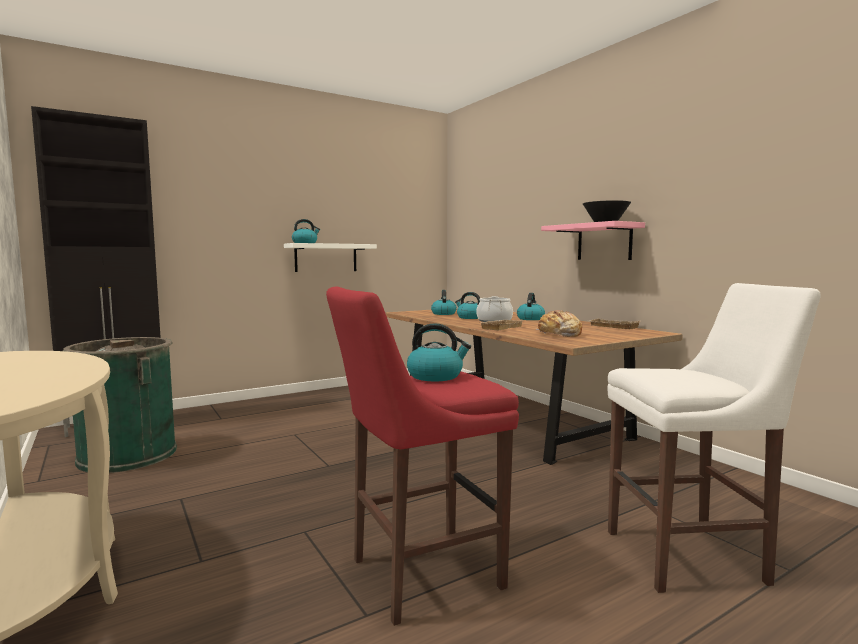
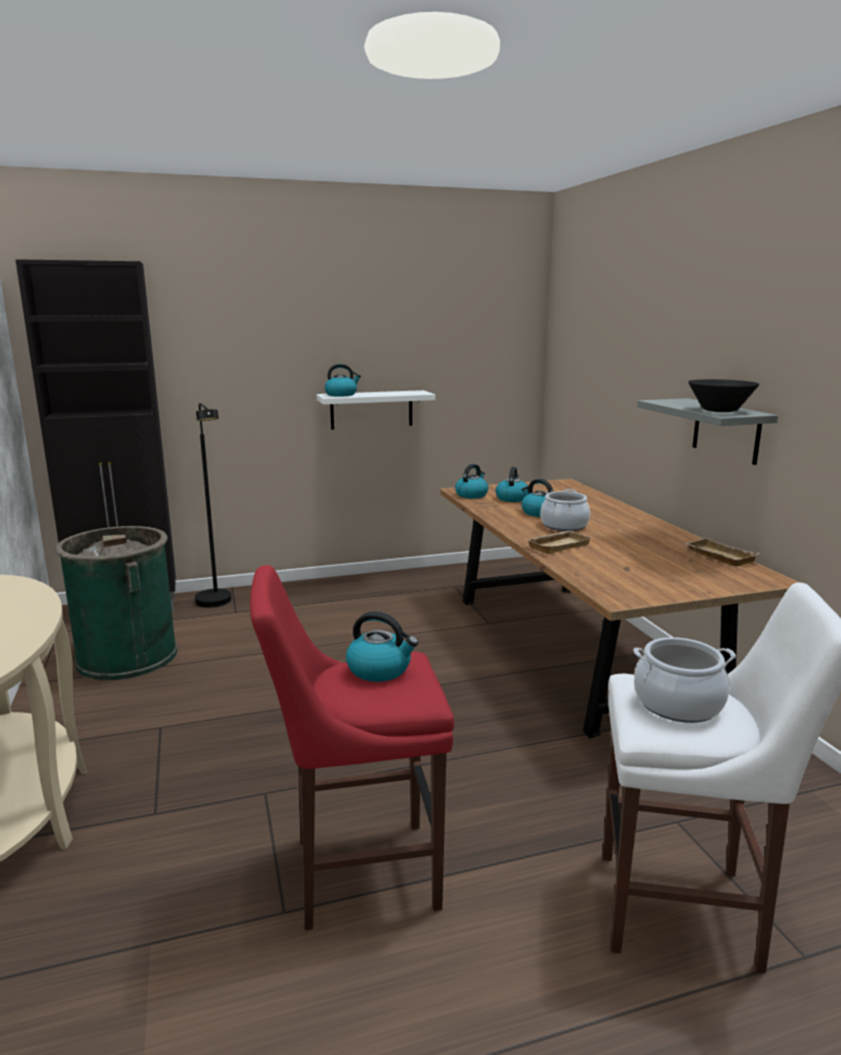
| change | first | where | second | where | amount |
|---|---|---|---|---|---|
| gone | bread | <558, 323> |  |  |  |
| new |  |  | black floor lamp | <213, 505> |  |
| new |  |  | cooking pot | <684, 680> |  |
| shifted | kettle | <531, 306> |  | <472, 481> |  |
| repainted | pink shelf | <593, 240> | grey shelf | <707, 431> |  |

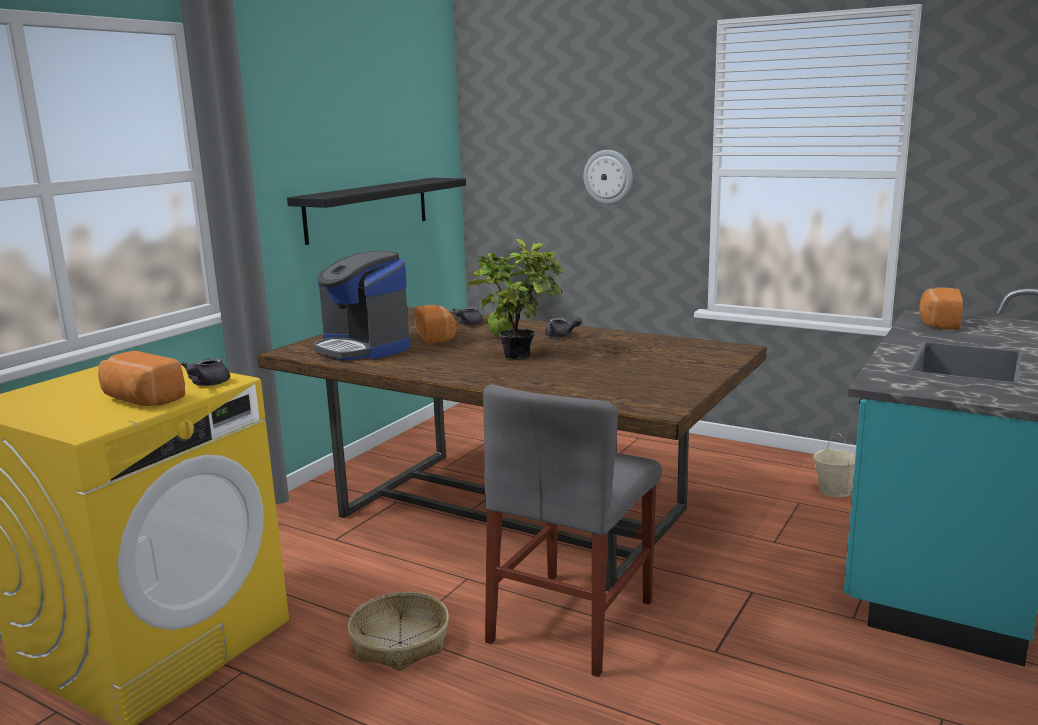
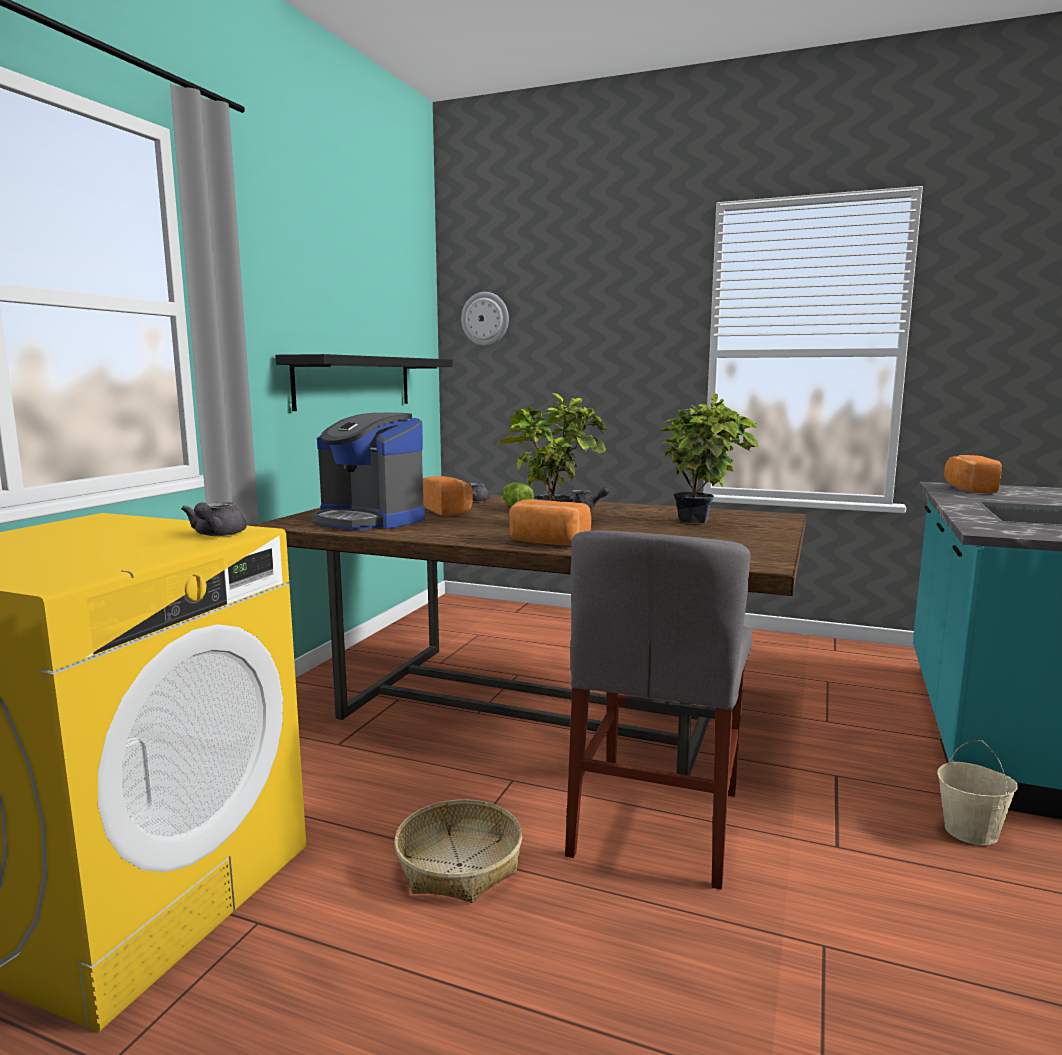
| change | first | where | second | where | amount |
|---|---|---|---|---|---|
| new |  |  | potted plant | <710, 458> |  |
| shifted | bread | <141, 378> |  | <550, 522> |  |
| shifted | wall clock | <608, 177> |  | <485, 319> |  |
| shifted | beige bucket | <834, 465> |  | <977, 792> |  |

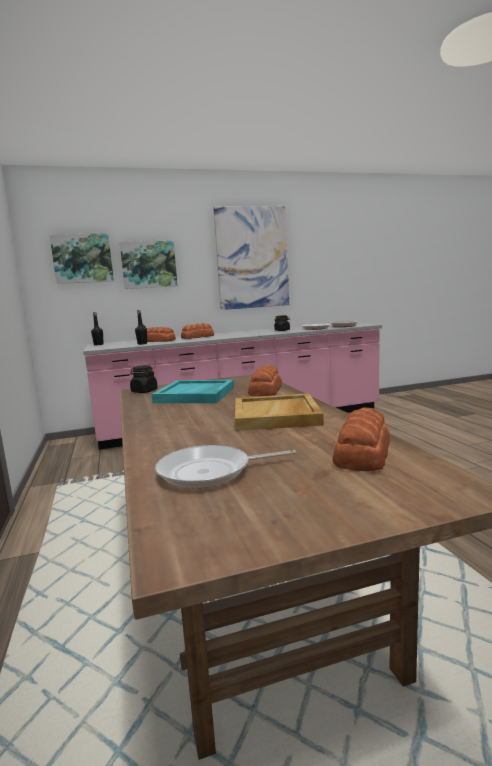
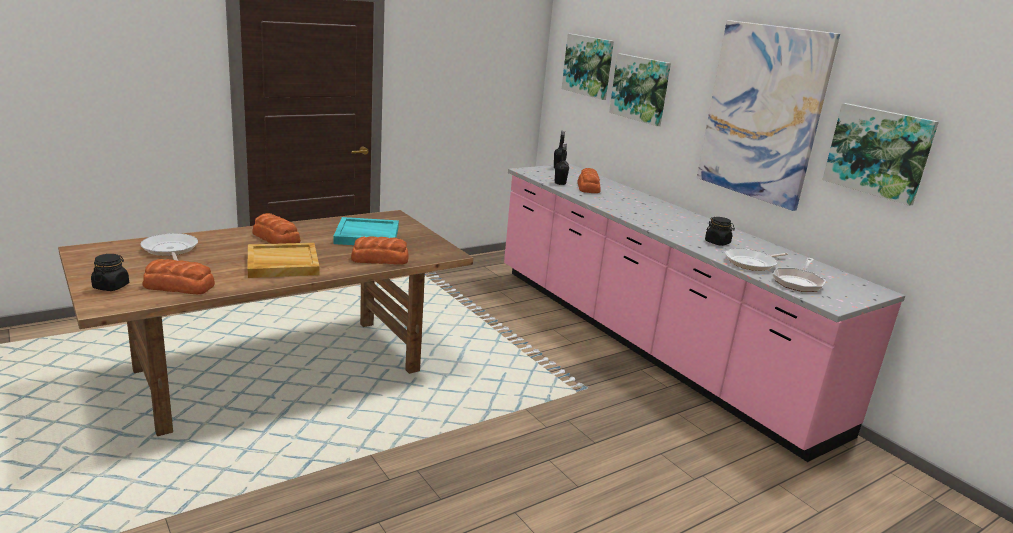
| change | first | where | second | where | amount |
|---|---|---|---|---|---|
| new |  |  | picture | <880, 154> |  |
| shifted | black jar | <144, 379> |  | <110, 272> |  |
| shifted | bread | <197, 331> |  | <276, 228> |  |

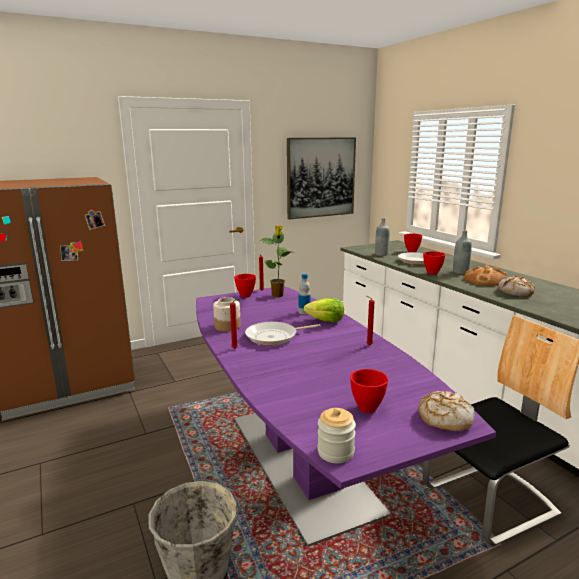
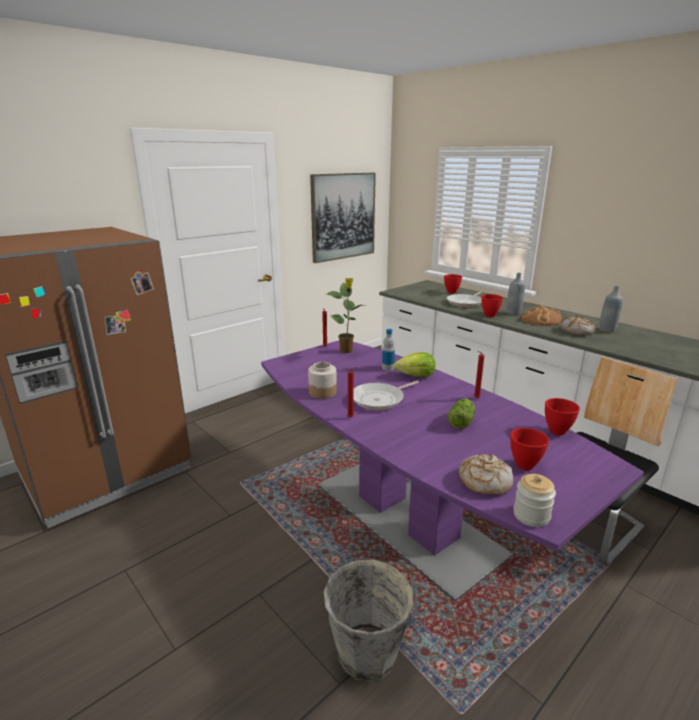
| change | first | where | second | where | amount |
|---|---|---|---|---|---|
| new |  |  | lettuce | <461, 414> |  |
| shifted | red bowl | <245, 285> |  | <562, 416> |  |
| shifted | grey bottle | <382, 237> |  | <611, 309> |  |
| shifted | bread | <446, 411> |  | <486, 474> |  |

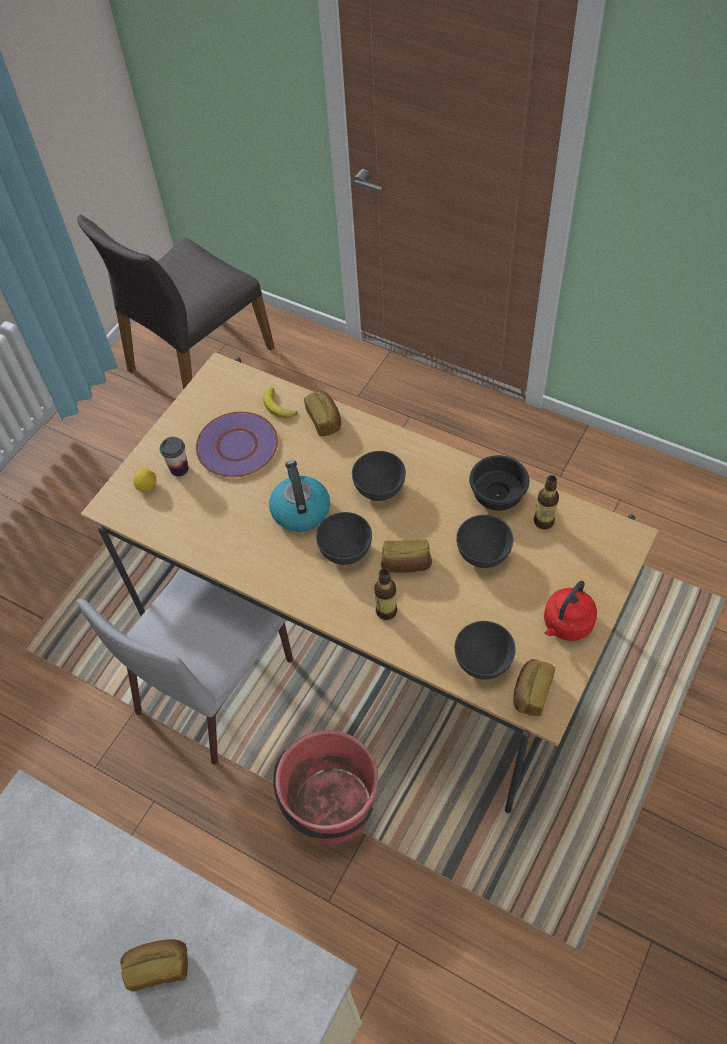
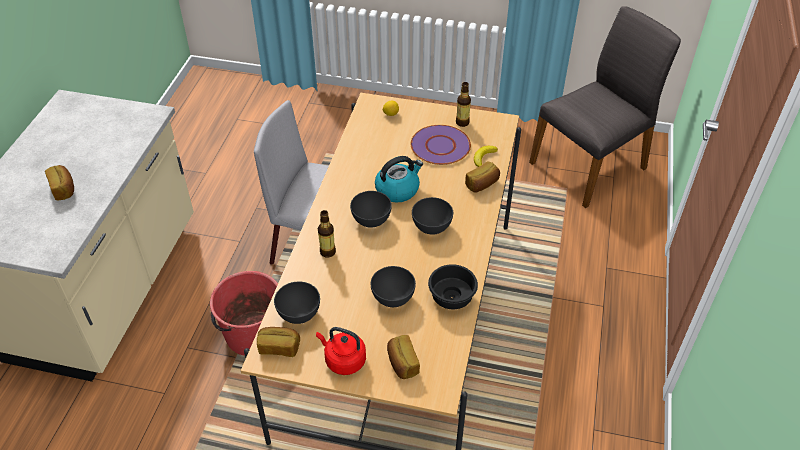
| change | first | where | second | where | amount |
|---|---|---|---|---|---|
| gone | cup | <174, 456> |  |  |  |
| shifted | bread | <406, 556> |  | <403, 357> |  |
| shifted | bottle | <546, 502> |  | <463, 104> |  |
| rotated | grey chair | <176, 302> |  | <605, 107> | 120 degrees clockwise |

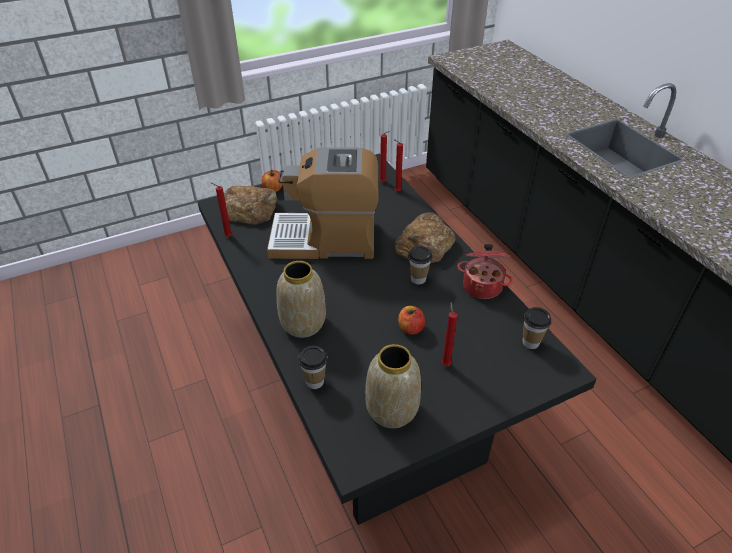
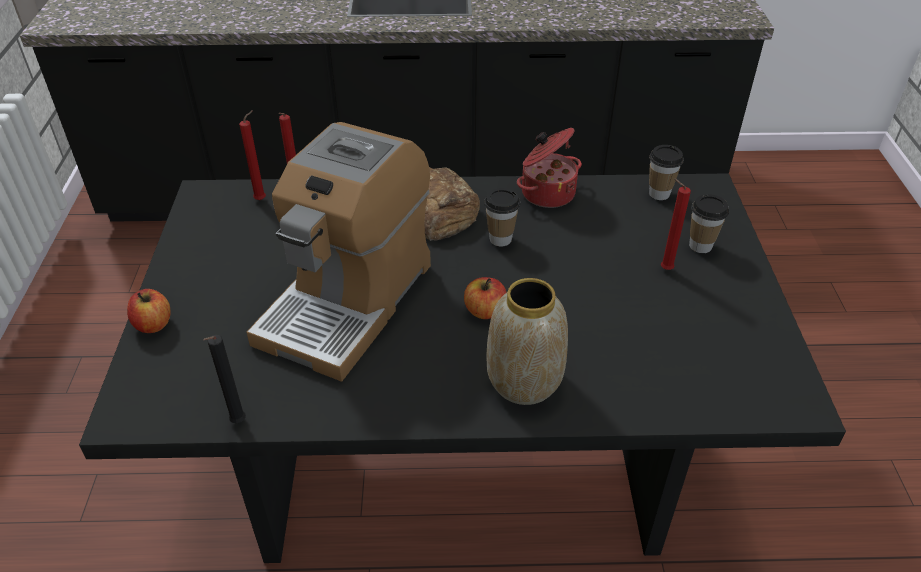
| change | first | where | second | where | amount |
|---|---|---|---|---|---|
| gone | bread | <250, 205> |  |  |  |
| gone | vase | <393, 386> |  |  |  |
| shifted | cup | <313, 367> |  | <709, 223> |  |
| shifted | apple | <411, 320> |  | <485, 298> |  |
| repainted | red candle | <222, 210> | black candle | <224, 379> |  |

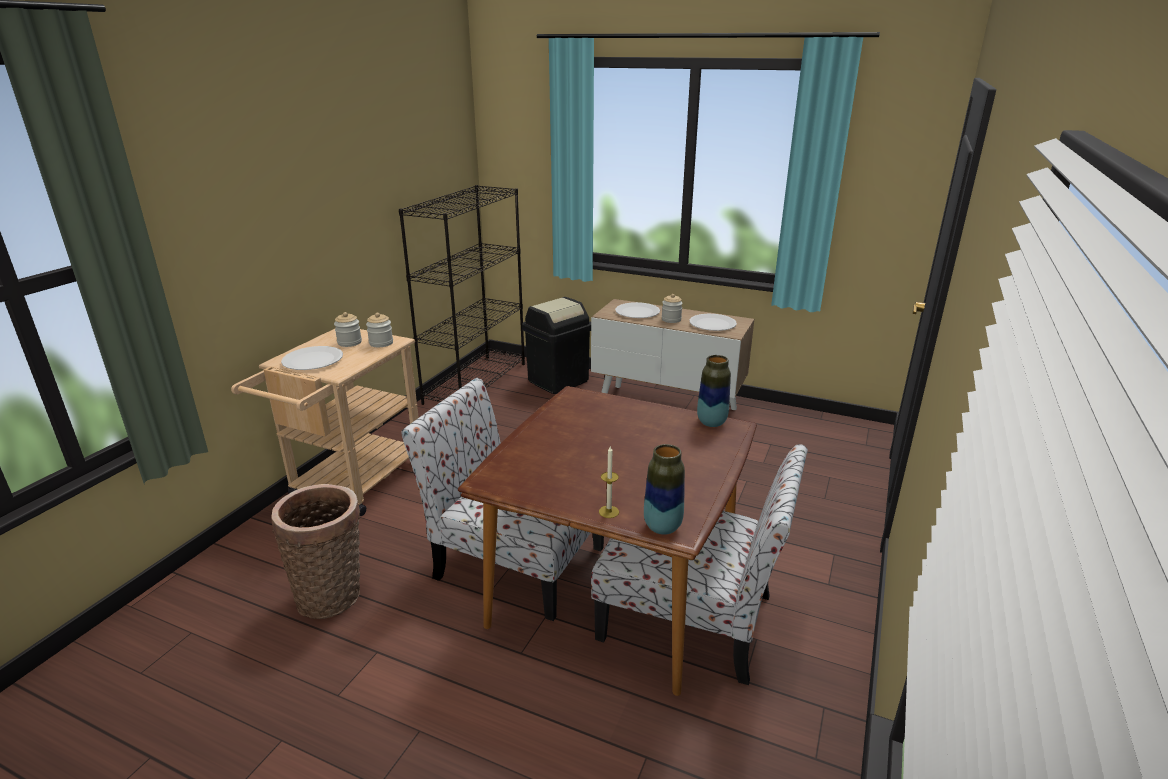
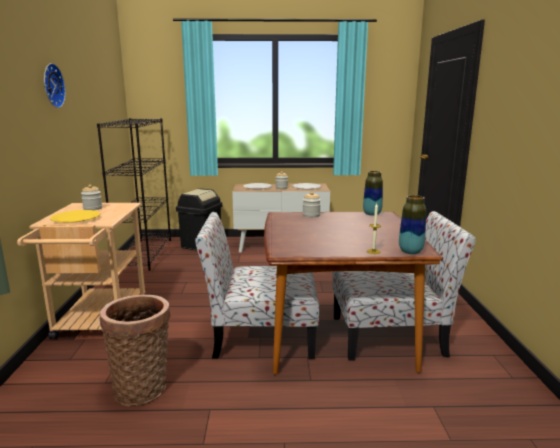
| change | first | where | second | where | amount |
|---|---|---|---|---|---|
| new |  |  | wall clock | <55, 85> |  |
| shifted | jar | <379, 330> |  | <312, 204> |  |
| repainted | white plate | <312, 358> | yellow plate | <75, 216> |  |

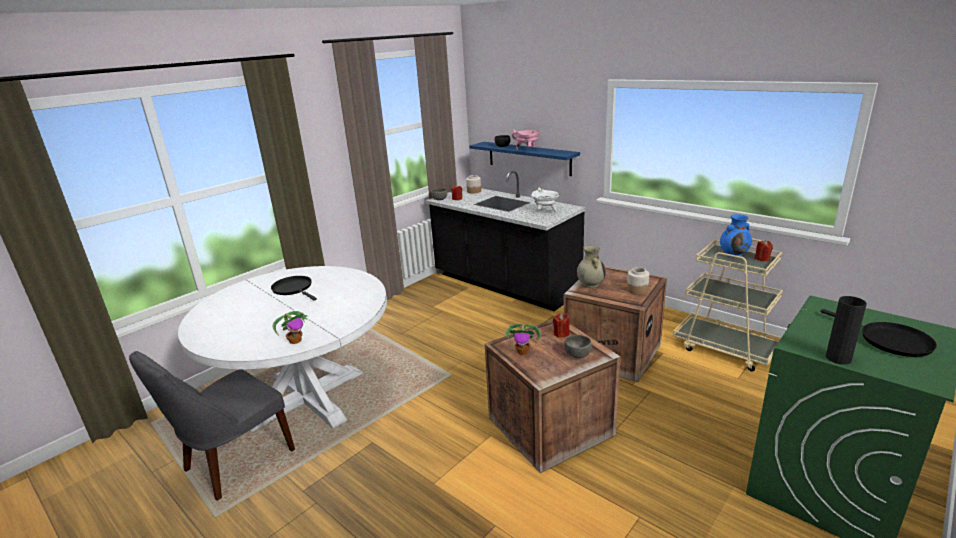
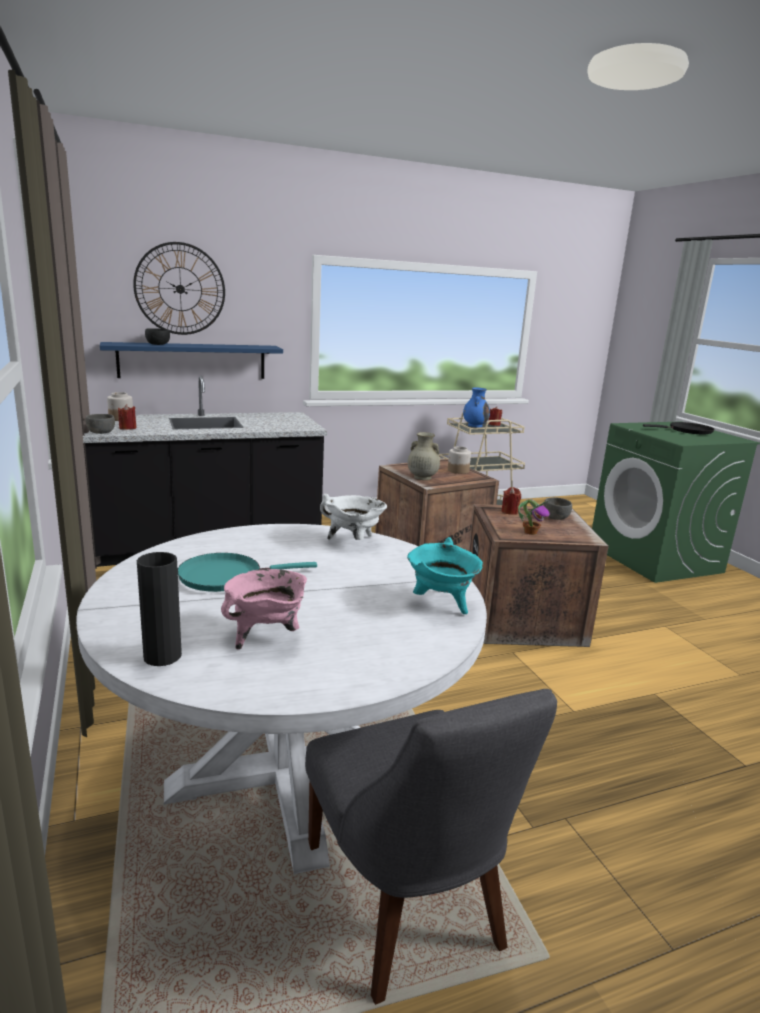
| change | first | where | second | where | amount |
|---|---|---|---|---|---|
| new |  |  | wall clock | <179, 288> |  |
| shifted | pink cooking pot | <526, 139> |  | <264, 609> |  |
| shifted | white cooking pot | <545, 199> |  | <353, 517> |  |
| shifted | black vase | <846, 330> |  | <159, 609> |  |
| swapped | potted plant | <290, 327> | turquoise cooking pot | <445, 575> |  |
| repainted | black frying pan | <294, 288> | turquoise frying pan | <247, 572> |  |

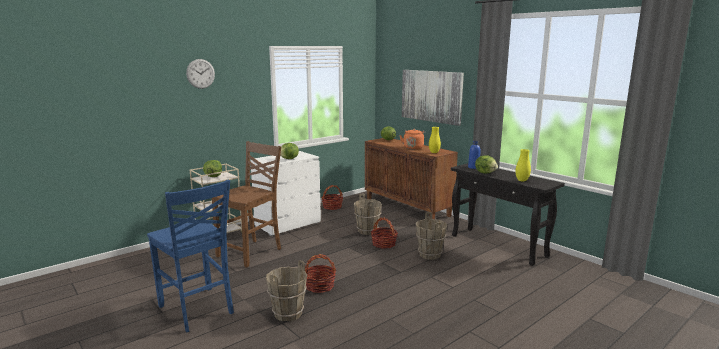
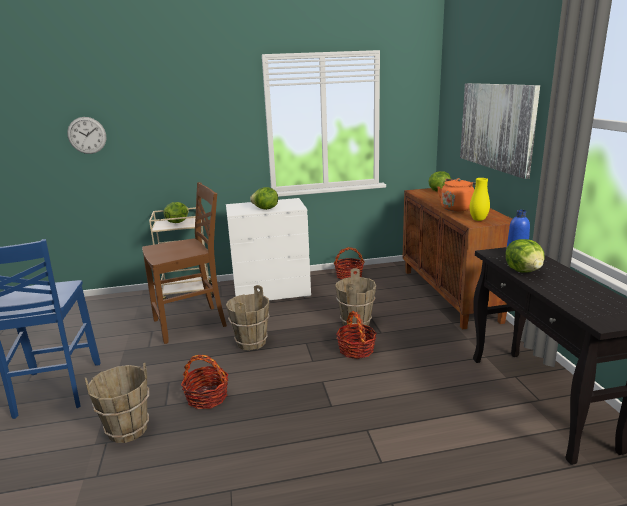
| change | first | where | second | where | amount |
|---|---|---|---|---|---|
| gone | yellow vase | <523, 165> |  |  |  |
| shifted | wall clock | <200, 74> |  | <86, 135> |  |
| shifted | brown bucket | <431, 236> |  | <248, 317> |  |

